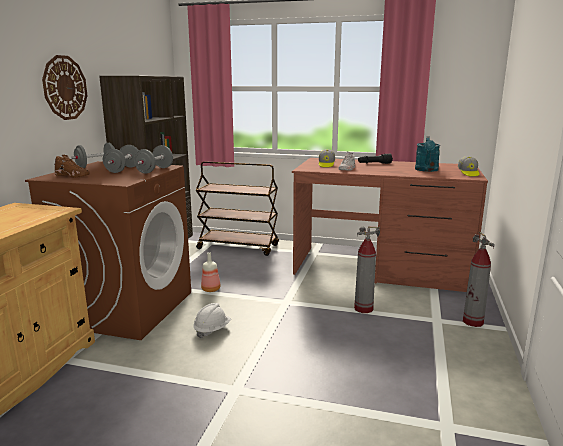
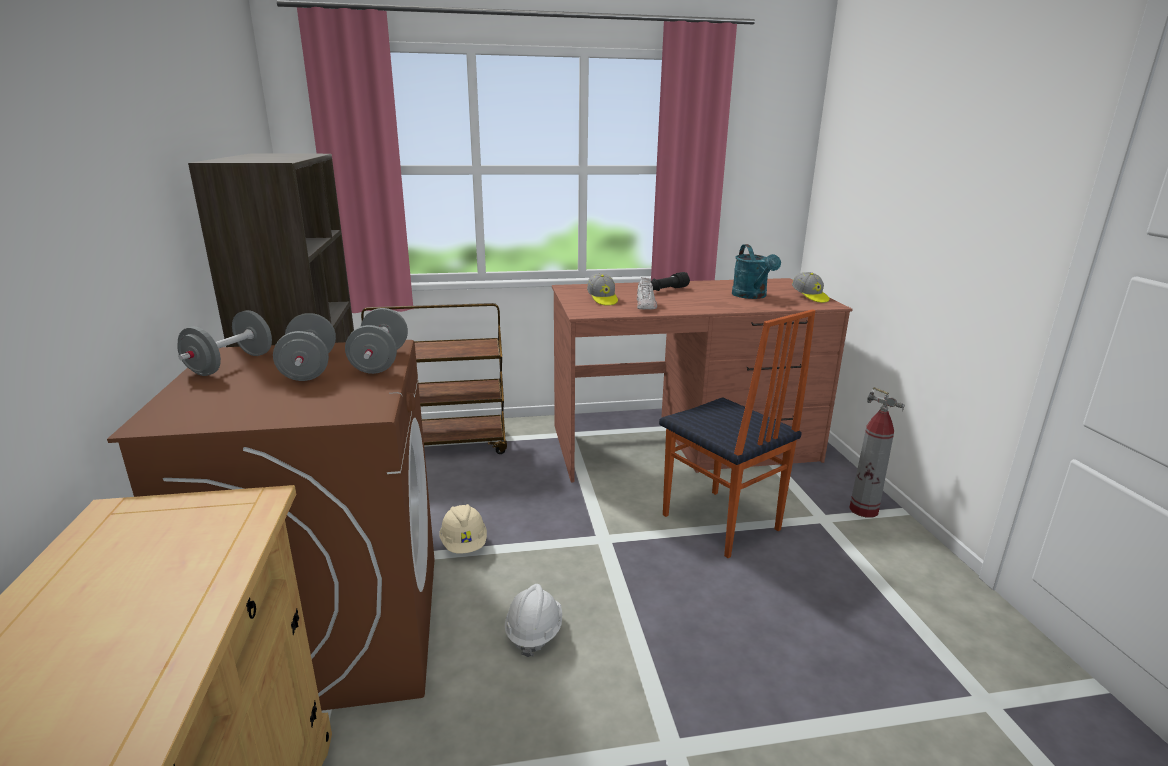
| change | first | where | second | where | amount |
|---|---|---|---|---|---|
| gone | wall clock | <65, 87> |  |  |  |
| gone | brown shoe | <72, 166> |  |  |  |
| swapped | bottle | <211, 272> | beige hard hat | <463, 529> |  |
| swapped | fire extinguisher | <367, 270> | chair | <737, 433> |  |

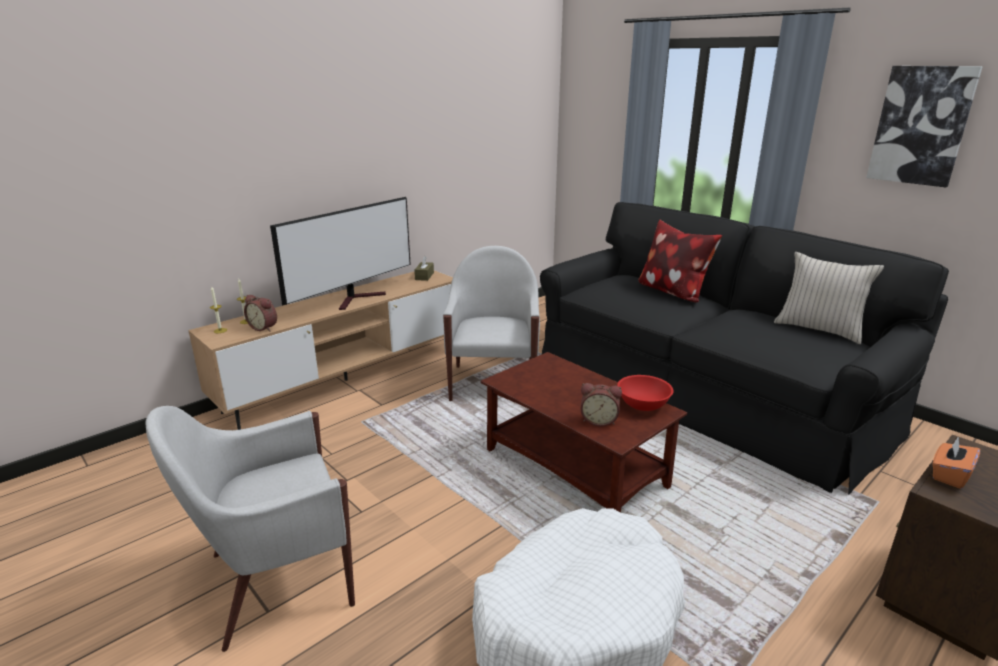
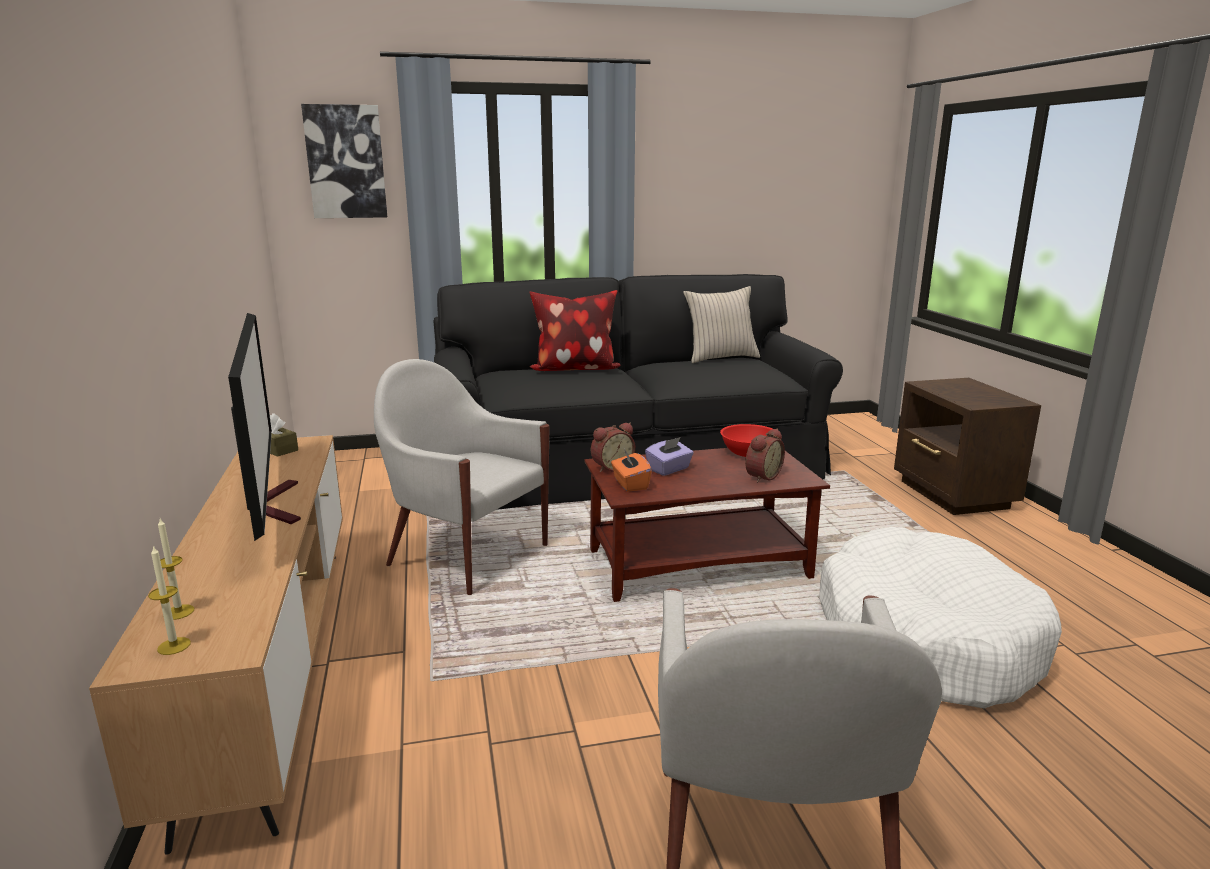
| change | first | where | second | where | amount |
|---|---|---|---|---|---|
| new |  |  | purple tissue box | <669, 456> |  |
| shifted | alarm clock | <260, 313> |  | <613, 447> |  |
| shifted | picture | <924, 126> |  | <344, 161> |  |
| shifted | orange tissue box | <956, 462> |  | <631, 470> |  |

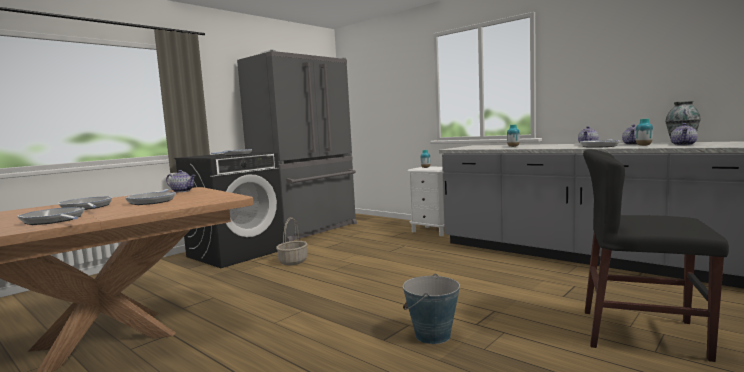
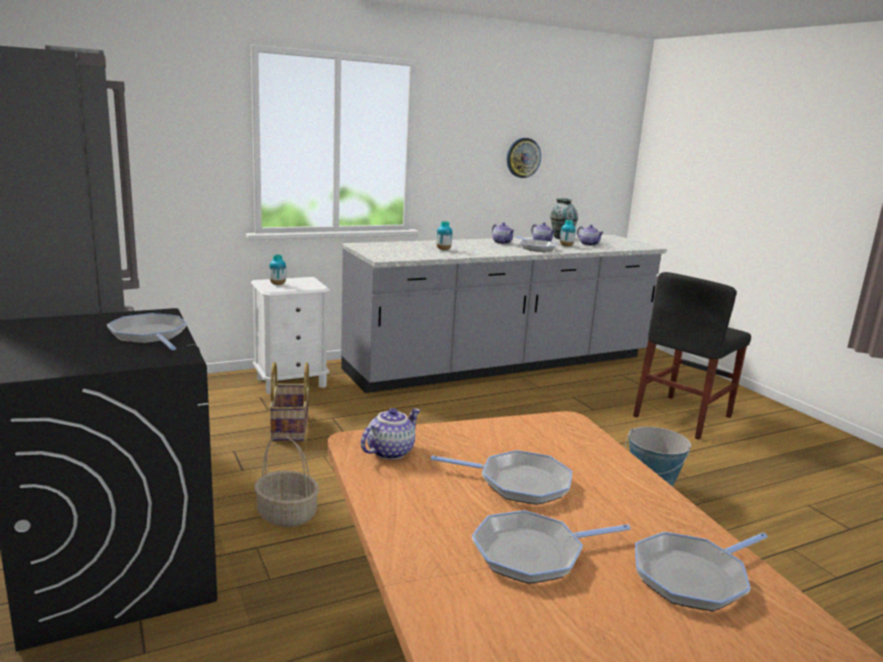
| change | first | where | second | where | amount |
|---|---|---|---|---|---|
| new |  |  | basket | <289, 401> |  |
| new |  |  | wall clock | <524, 158> |  |

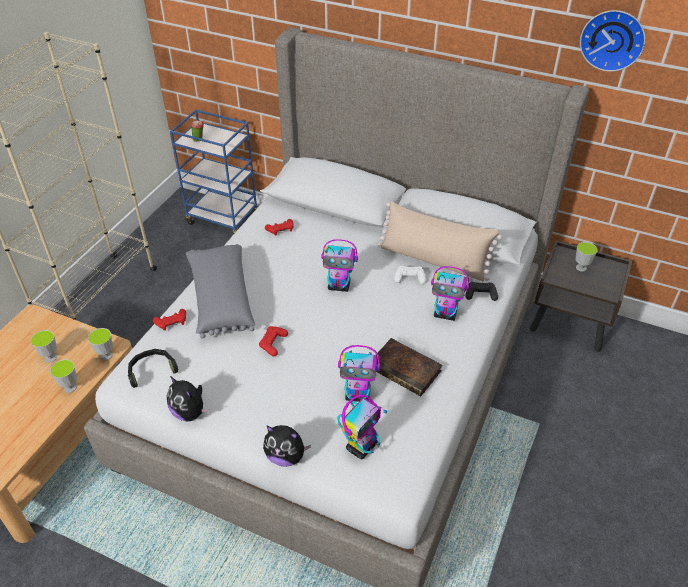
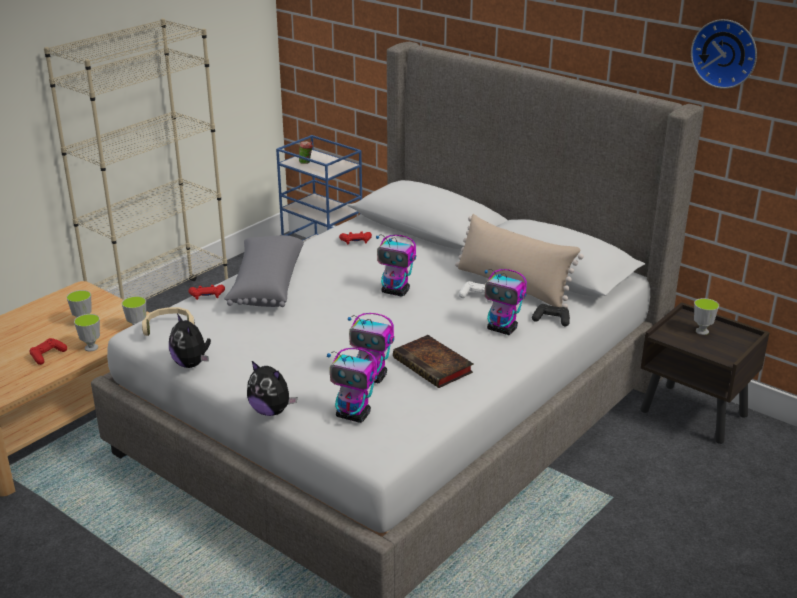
| change | first | where | second | where | amount |
|---|---|---|---|---|---|
| shifted | red game controller | <273, 341> |  | <48, 351> |  |
| repainted | black headphones | <153, 368> | beige headphones | <168, 321> |  |
| rotated | toy robot | <362, 426> |  | <352, 385> | 60 degrees clockwise |

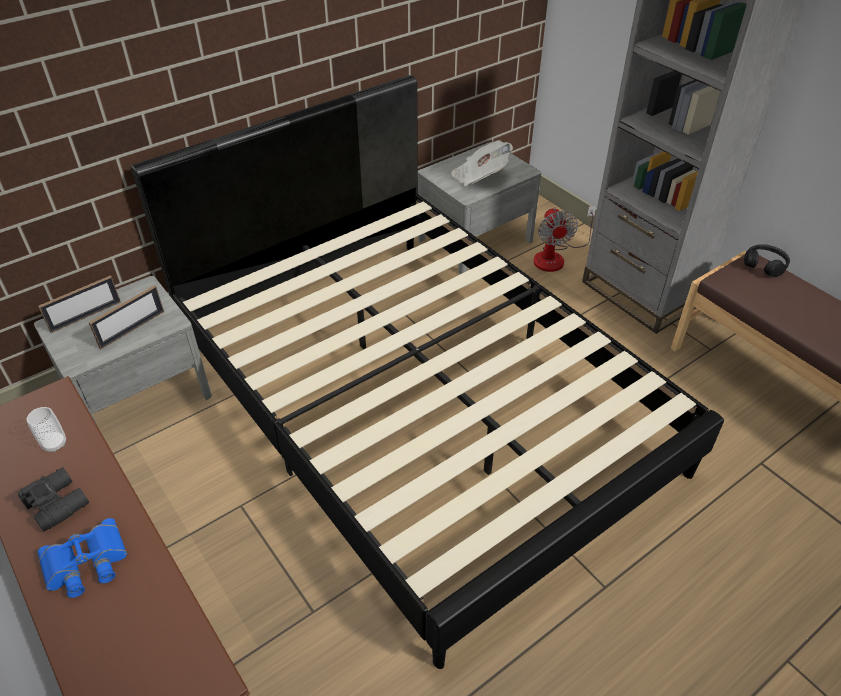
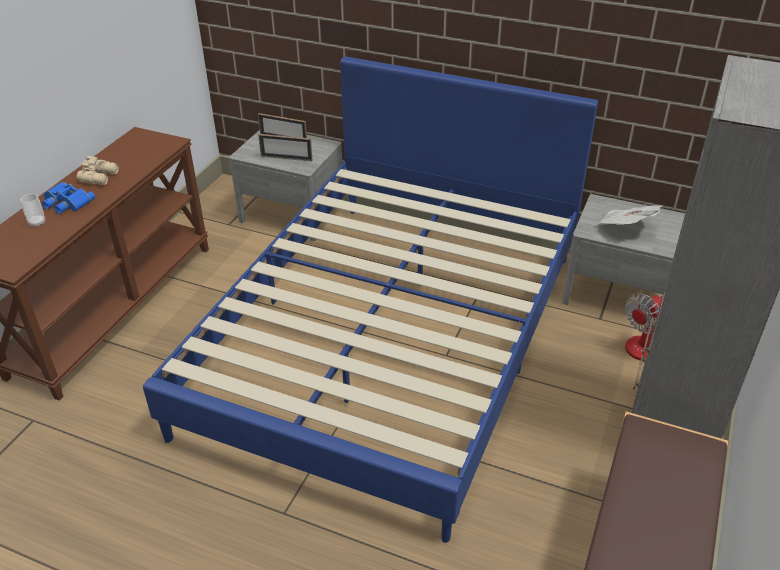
| change | first | where | second | where | amount |
|---|---|---|---|---|---|
| gone | black headphones | <767, 260> |  |  |  |
| shifted | cup | <46, 430> |  | <32, 210> |  |
| repainted | black binoculars | <53, 499> | beige binoculars | <98, 170> |  |
| repainted | black bed | <427, 372> | blue bed | <370, 299> |  |

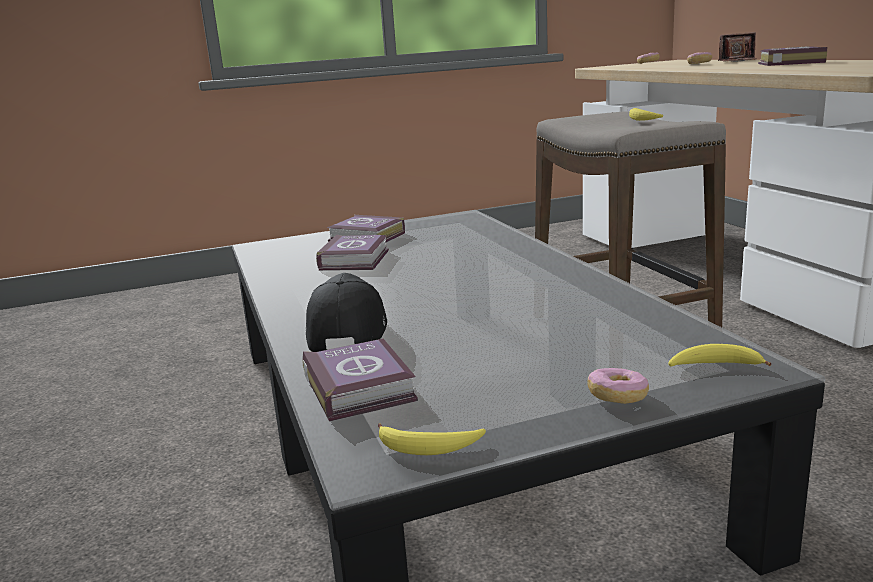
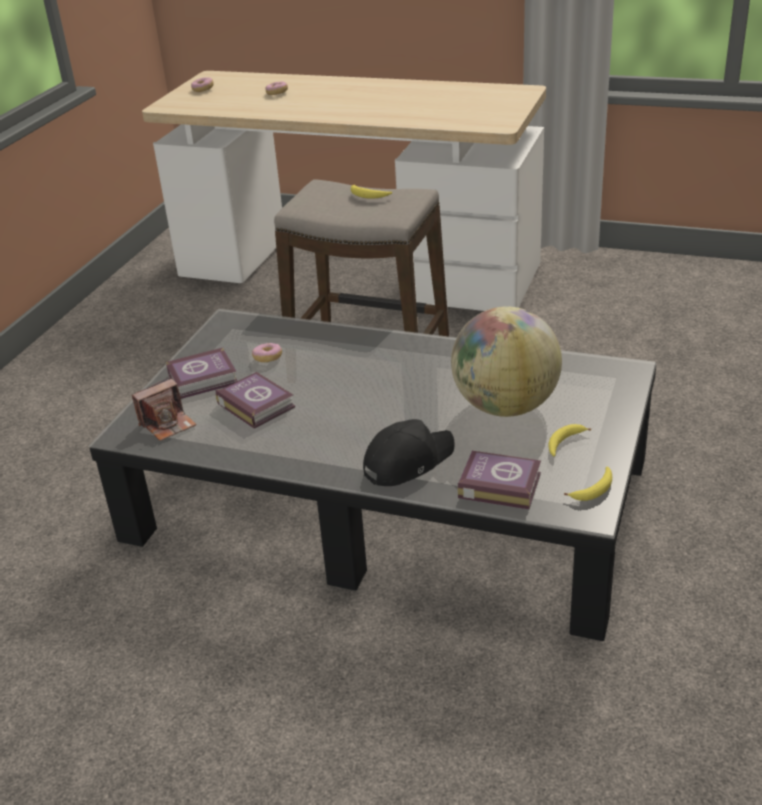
| change | first | where | second | where | amount |
|---|---|---|---|---|---|
| gone | book | <792, 56> |  |  |  |
| new |  |  | globe | <506, 361> |  |
| shifted | donut | <618, 386> |  | <267, 352> |  |
| shifted | banana | <719, 355> |  | <569, 440> |  |
| shifted | photo camera | <737, 47> |  | <164, 409> |  |
| rotated | black cap | <346, 312> |  | <409, 452> | 105 degrees clockwise |

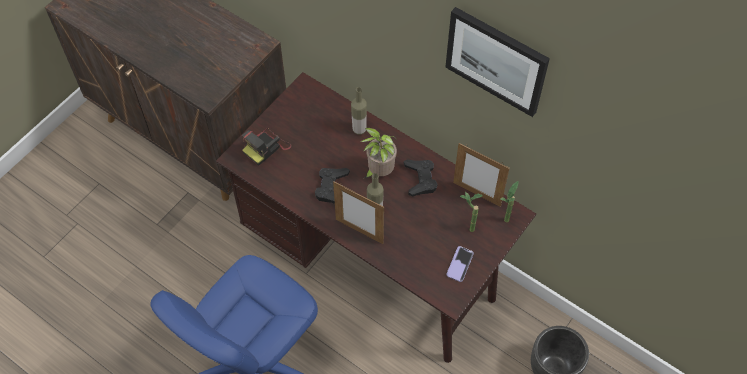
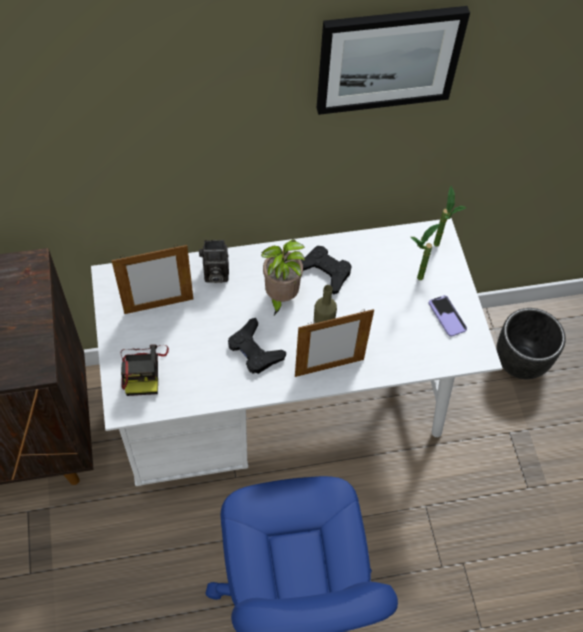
| change | first | where | second | where | amount |
|---|---|---|---|---|---|
| shifted | picture frame | <481, 175> |  | <152, 279> |  |
| swapped | bottle | <359, 111> | photo camera | <214, 261> |  |
| repainted | brown desk | <376, 217> | white desk | <296, 352> |  |

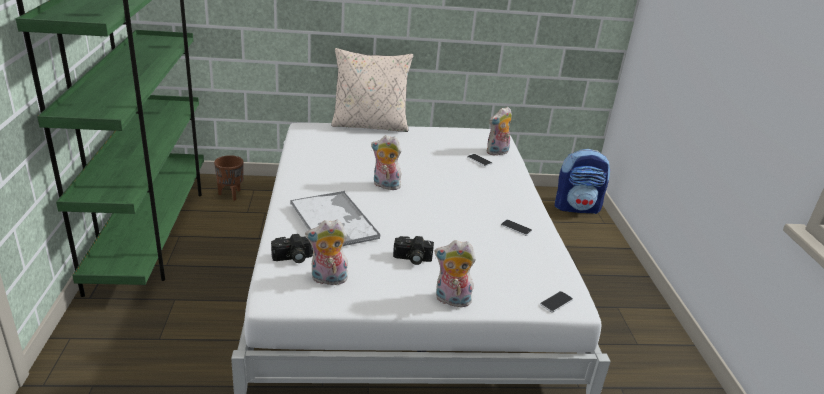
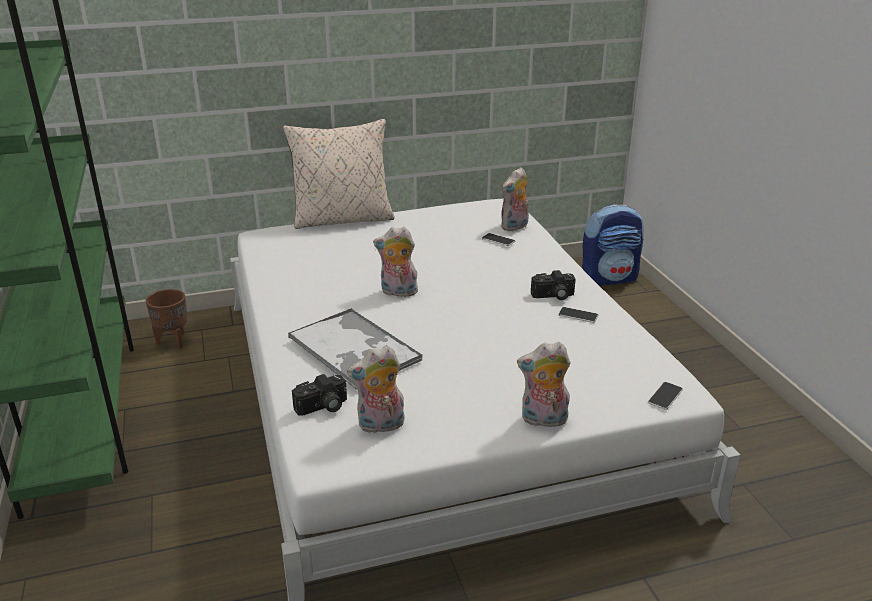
| change | first | where | second | where | amount |
|---|---|---|---|---|---|
| shifted | photo camera | <413, 250> |  | <553, 285> |  |

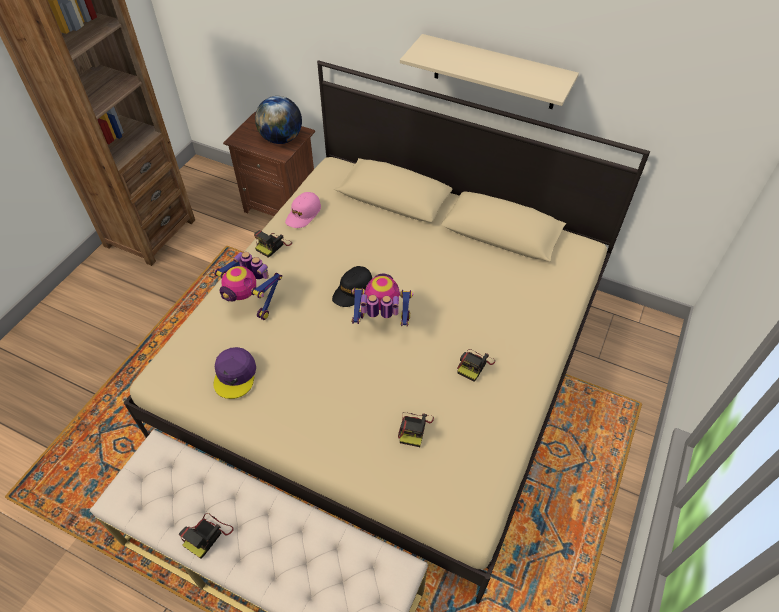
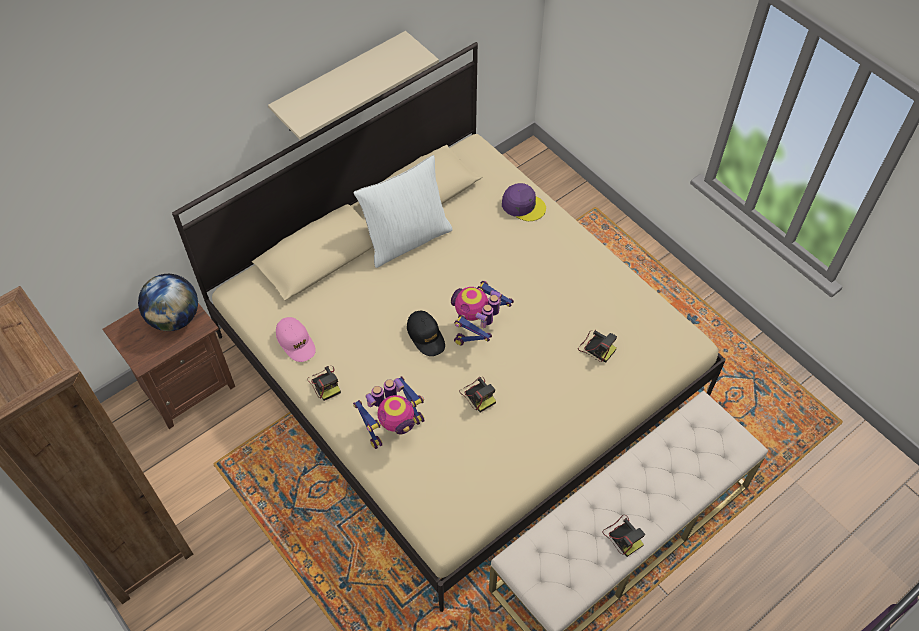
| change | first | where | second | where | amount |
|---|---|---|---|---|---|
| new |  |  | white pillow | <403, 211> |  |
| shifted | purple cap | <234, 373> |  | <524, 202> |  |
| shifted | photo camera | <476, 365> |  | <477, 394> |  |

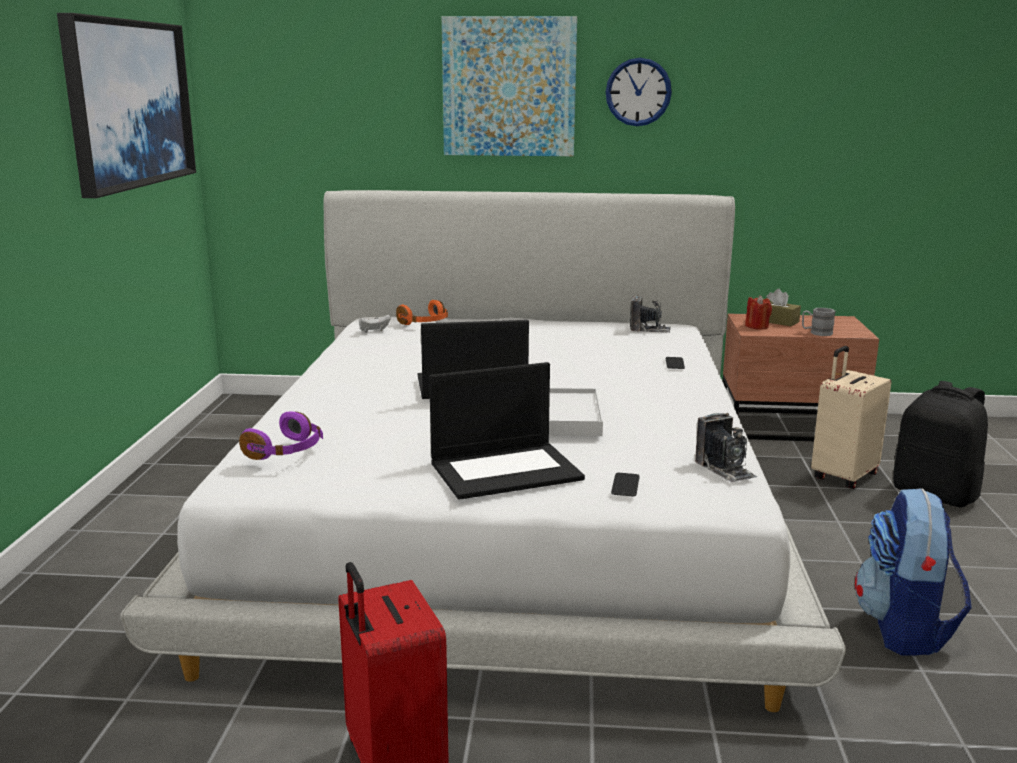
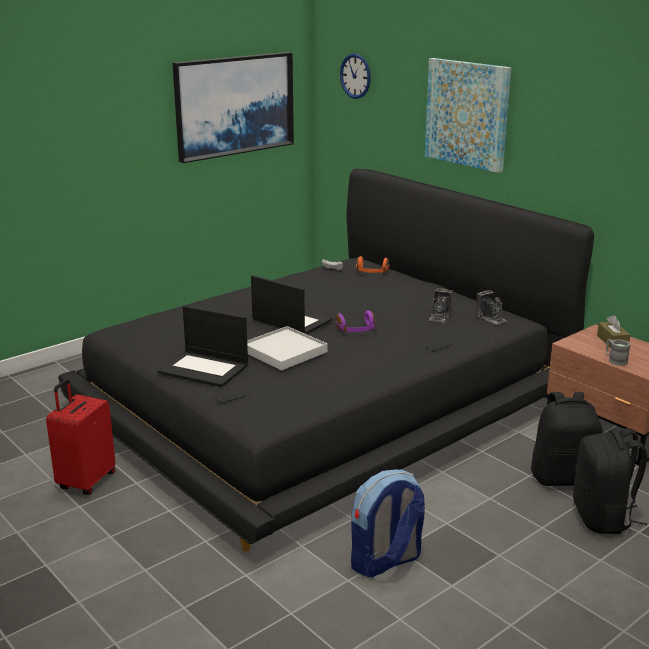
| change | first | where | second | where | amount |
|---|---|---|---|---|---|
| gone | red candle | <758, 312> |  |  |  |
| shifted | purple headphones | <281, 435> |  | <355, 321> |  |
| shifted | wall clock | <639, 92> |  | <355, 76> |  |
| shifted | photo camera | <726, 448> |  | <440, 305> |  |
| swapped | beige suitcase | <851, 417> | black backpack | <567, 439> |  |
| repainted | white bed | <483, 451> | black bed | <326, 360> |  |

